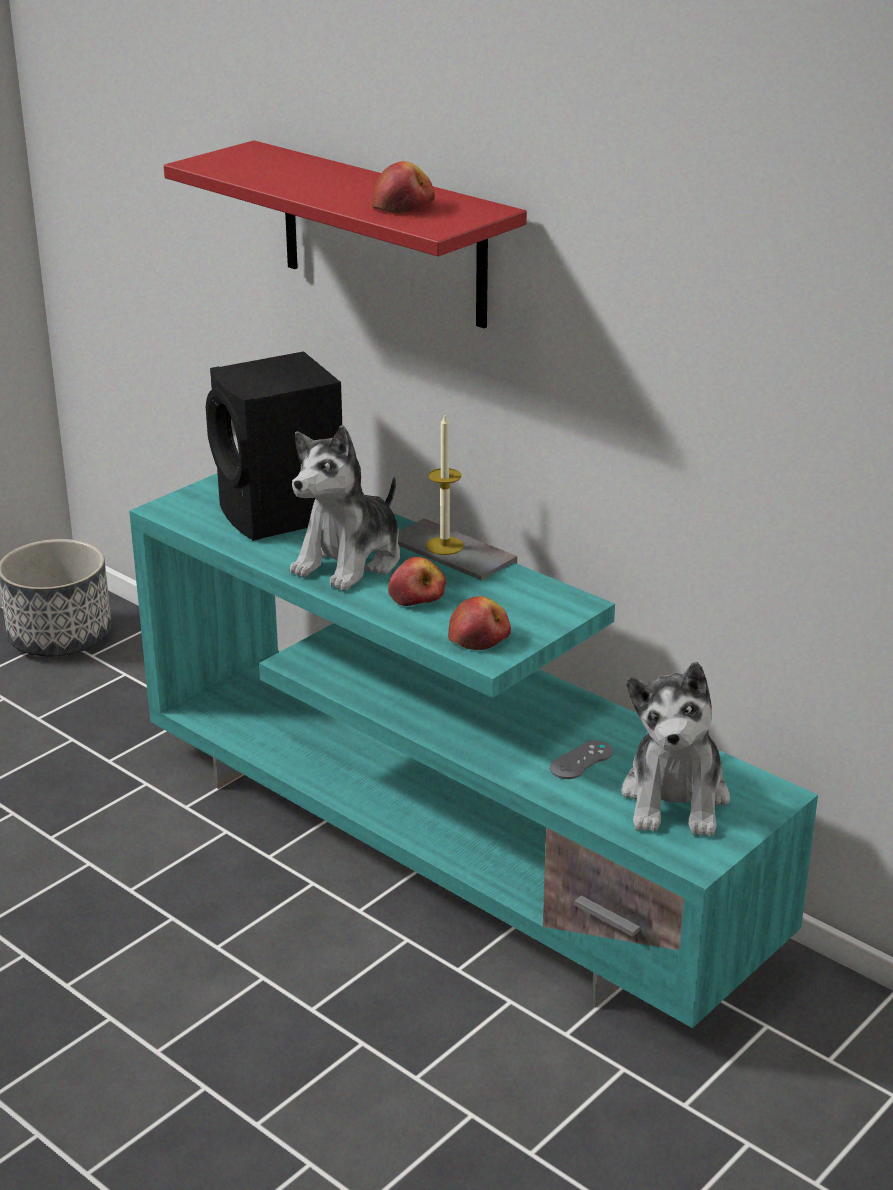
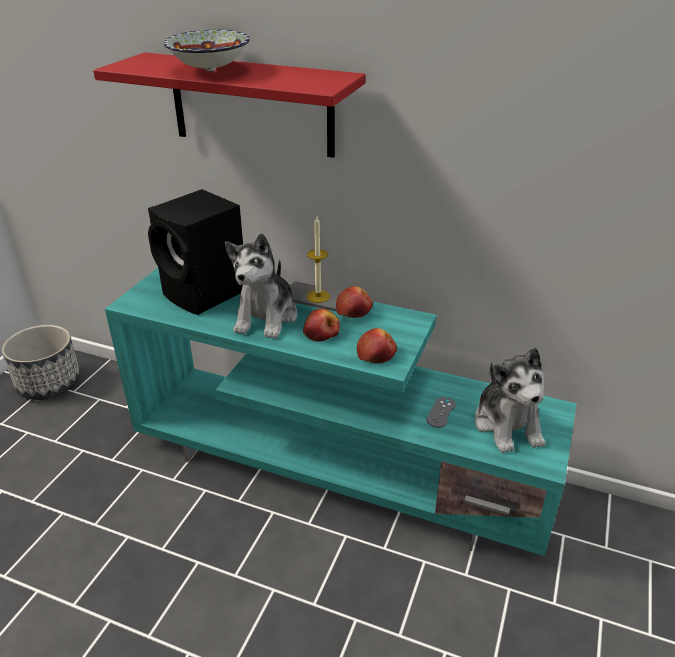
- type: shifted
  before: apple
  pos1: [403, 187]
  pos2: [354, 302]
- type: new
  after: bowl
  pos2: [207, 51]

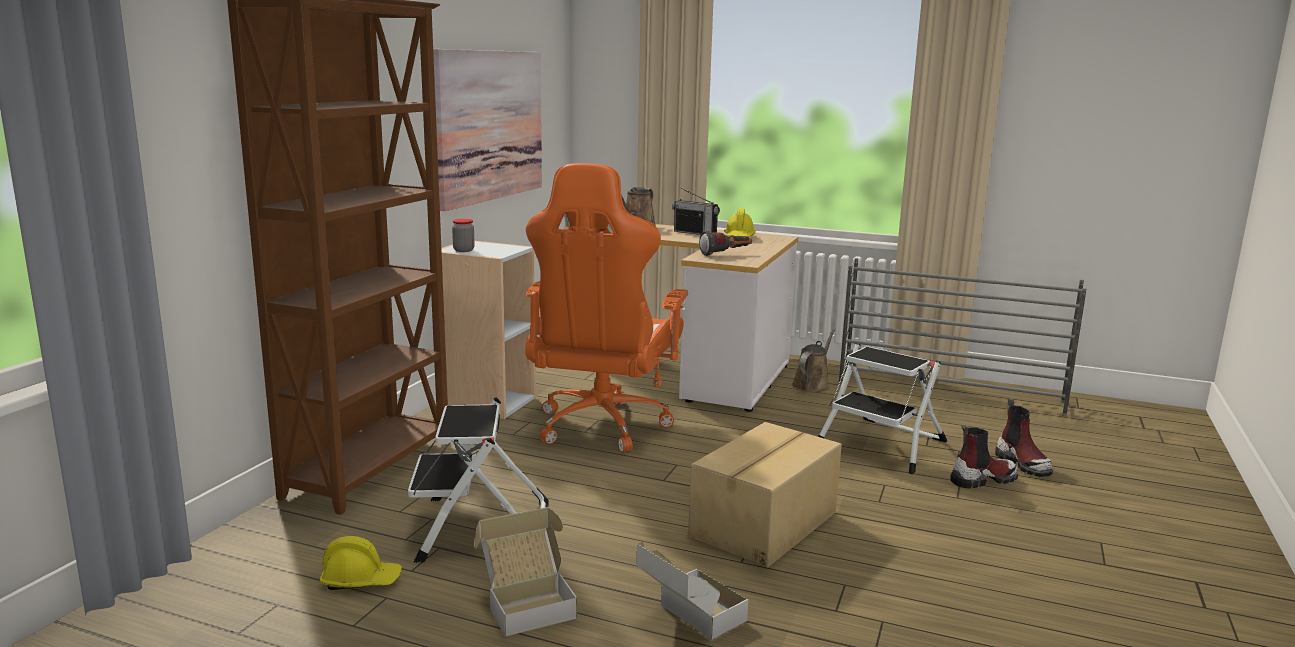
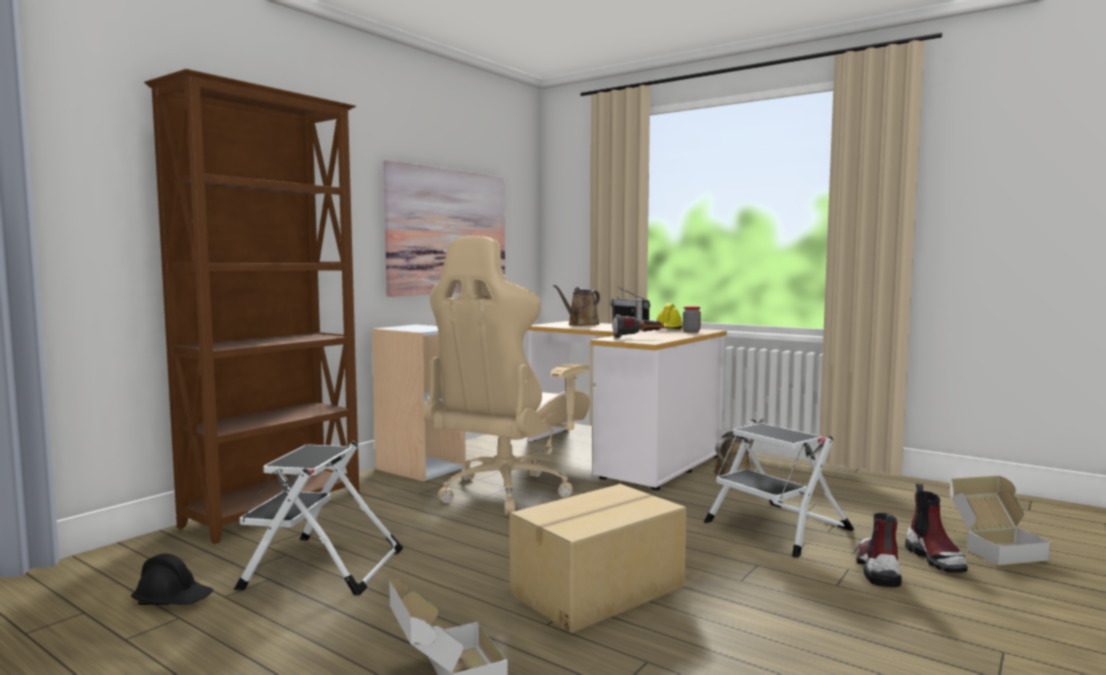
- type: repainted
  before: orange office chair
  after: beige office chair
  pos1: [606, 308]
  pos2: [507, 375]
- type: shifted
  before: jar
  pos1: [463, 235]
  pos2: [692, 319]
- type: gone
  before: grey shoe rack
  pos1: [962, 337]
- type: rotated
  before: boot
  pos1: [984, 456]
  pos2: [879, 550]
  turn: -75
- type: shifted
  before: cardboard box
  pos1: [525, 572]
  pos2: [1000, 520]
- type: repainted
  before: yellow hard hat
  after: black hard hat
  pos1: [360, 563]
  pos2: [172, 579]

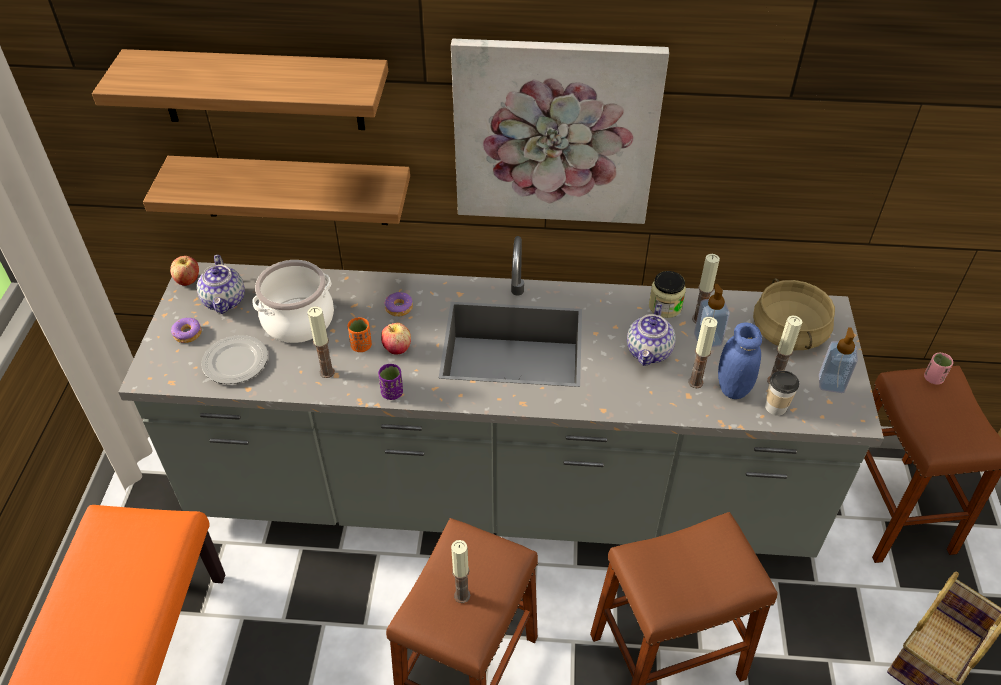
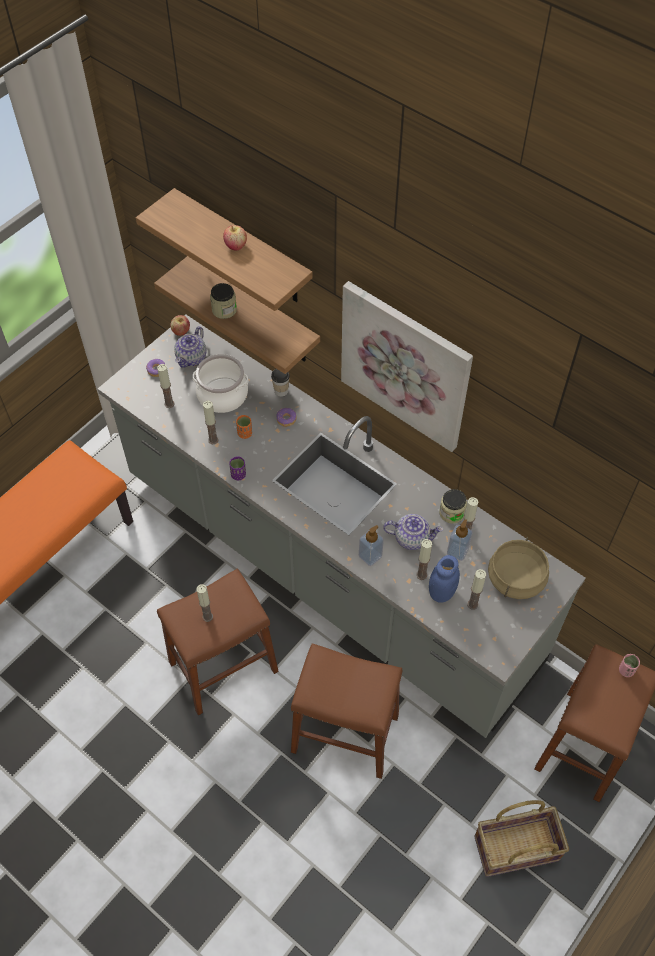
- type: rotated
  before: teapot
  pos1: [651, 334]
  pos2: [413, 532]
  turn: -135
- type: shifted
  before: apple
  pos1: [396, 338]
  pos2: [235, 238]
- type: shifted
  before: soap dispenser
  pos1: [838, 360]
  pos2: [371, 545]
- type: swapped
  before: plate
  after: candle
  pos1: [234, 359]
  pos2: [166, 386]
- type: shifted
  before: cup
  pos1: [782, 393]
  pos2: [280, 383]
- type: new
  after: jar
  pos2: [223, 301]

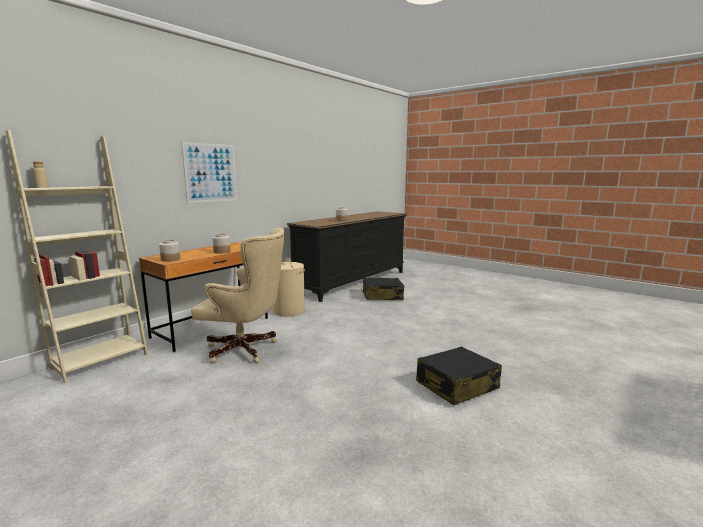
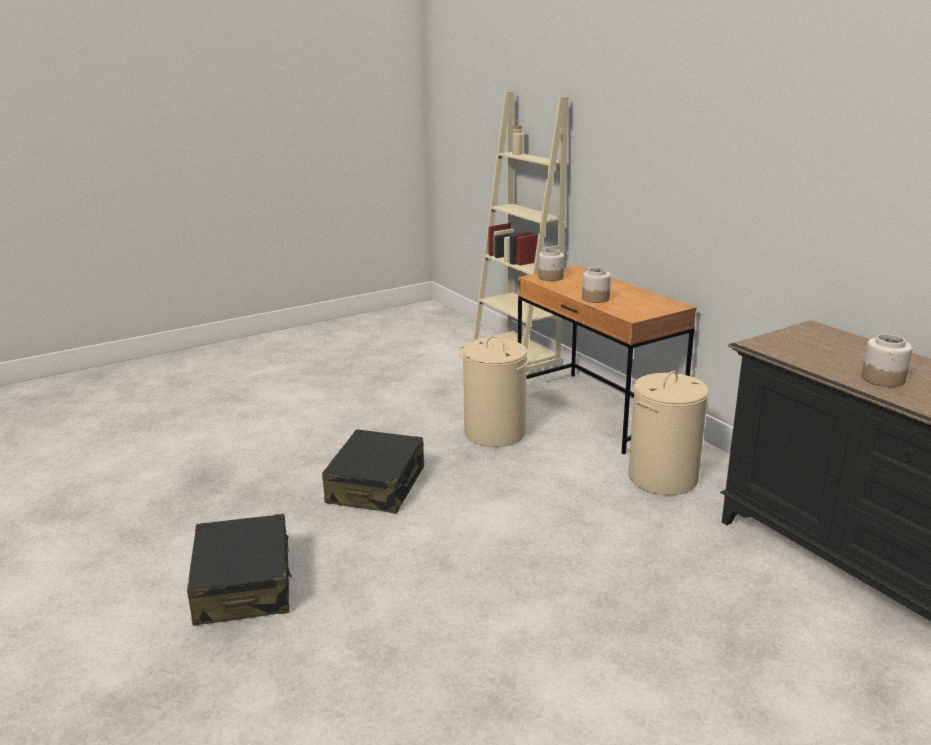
- type: gone
  before: picture
  pos1: [209, 172]
- type: swapped
  before: beige office chair
  after: beige laundry basket
  pos1: [237, 295]
  pos2: [495, 391]
- type: shifted
  before: black suitcase
  pos1: [382, 289]
  pos2: [373, 471]

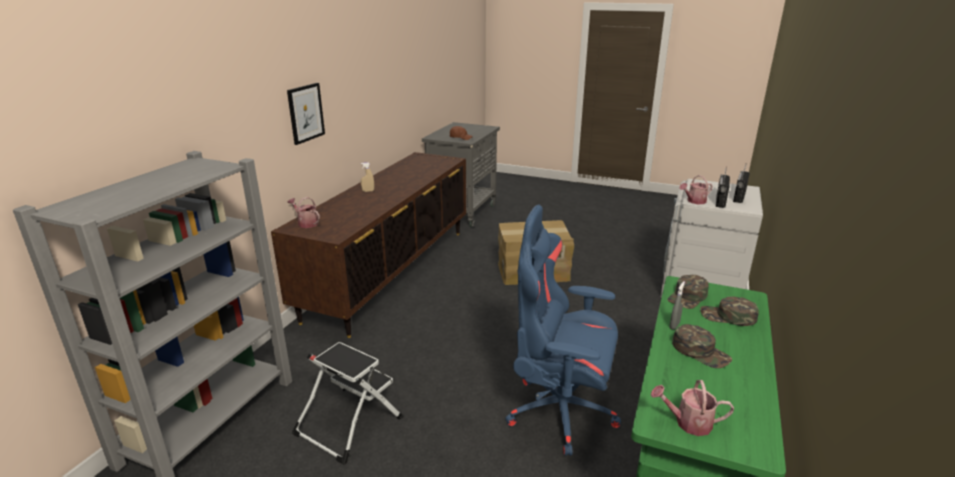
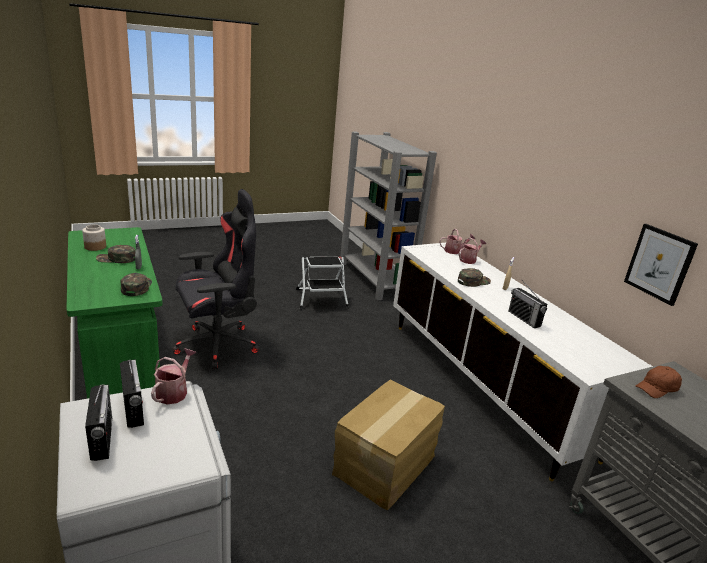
- type: shifted
  before: picture
  pos1: [306, 114]
  pos2: [661, 265]
- type: repainted
  before: brown cabinet
  after: white cabinet
  pos1: [368, 245]
  pos2: [523, 362]
- type: repainted
  before: blue office chair
  after: black office chair
  pos1: [563, 330]
  pos2: [216, 279]
- type: shifted
  before: green cap
  pos1: [729, 311]
  pos2: [474, 277]
- type: shifted
  before: watering can
  pos1: [692, 408]
  pos2: [472, 251]
- type: new
  after: jar
  pos2: [94, 237]
- type: new
  after: radio
  pos2: [527, 304]

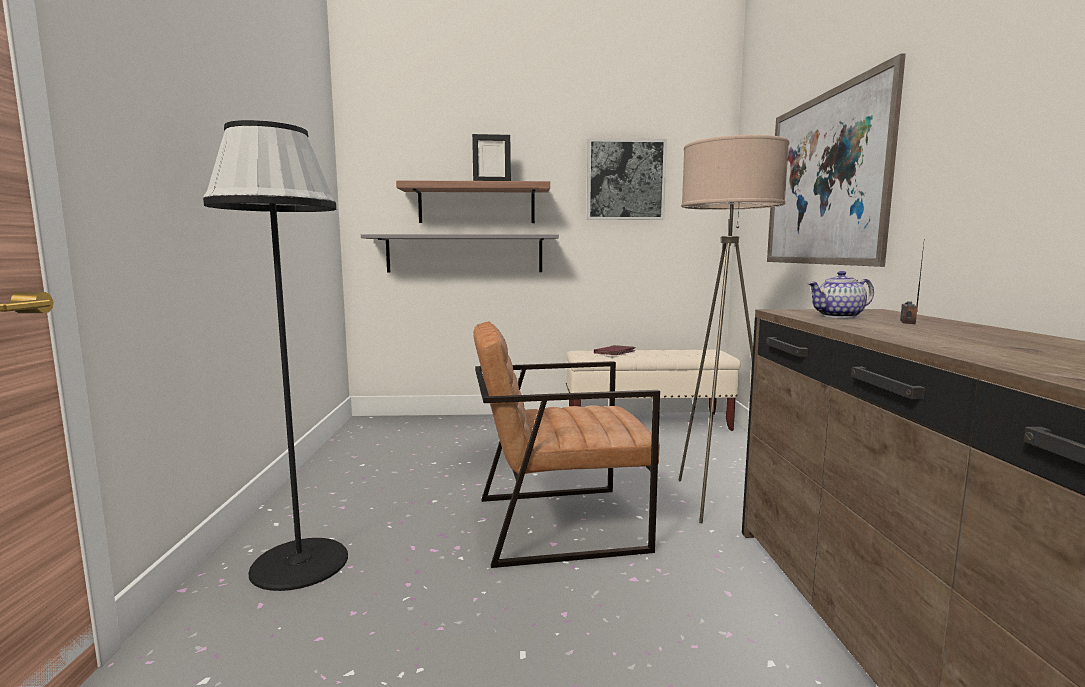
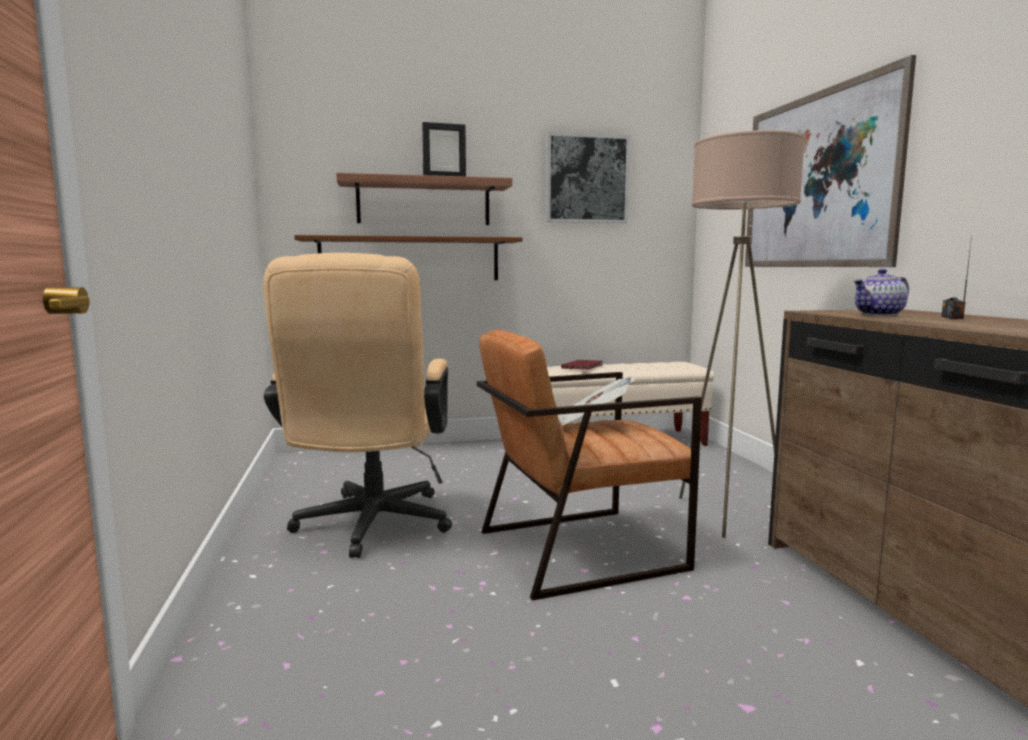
- type: gone
  before: black floor lamp
  pos1: [275, 355]
- type: repainted
  before: grey shelf
  after: brown shelf
  pos1: [460, 253]
  pos2: [408, 257]
- type: new
  after: beige office chair
  pos2: [357, 405]
- type: new
  after: newspaper
  pos2: [596, 401]

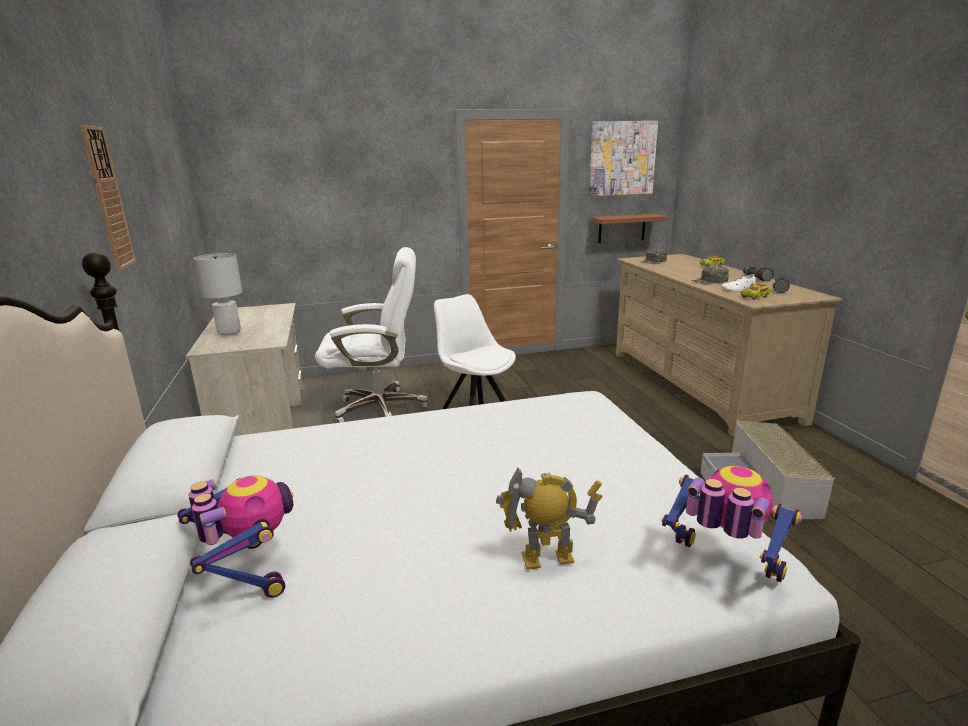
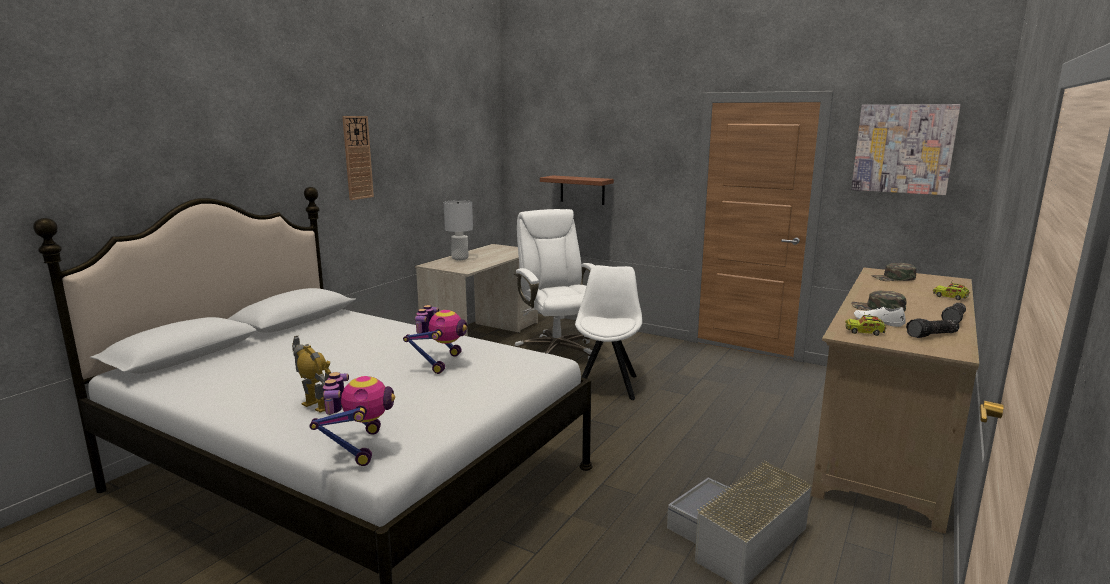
- type: shifted
  before: brown shelf
  pos1: [629, 228]
  pos2: [577, 190]
- type: rotated
  before: white office chair
  pos1: [371, 335]
  pos2: [554, 284]
  turn: -150
- type: shifted
  before: toy robot
  pos1: [235, 537]
  pos2: [435, 339]

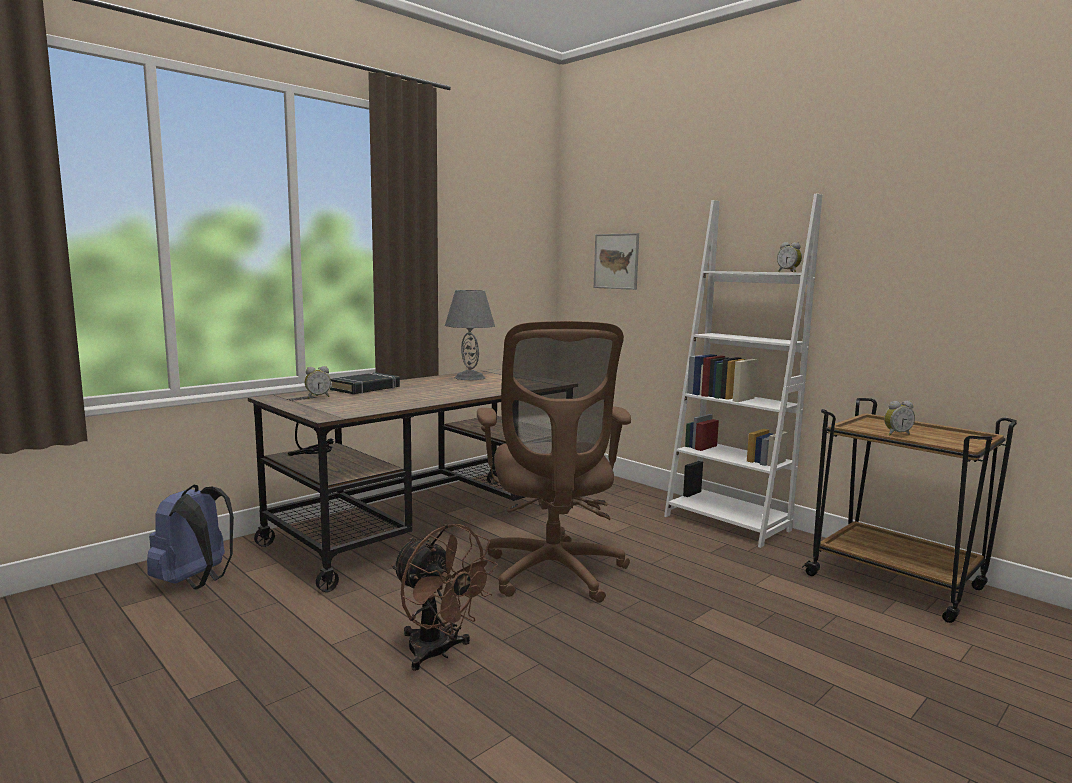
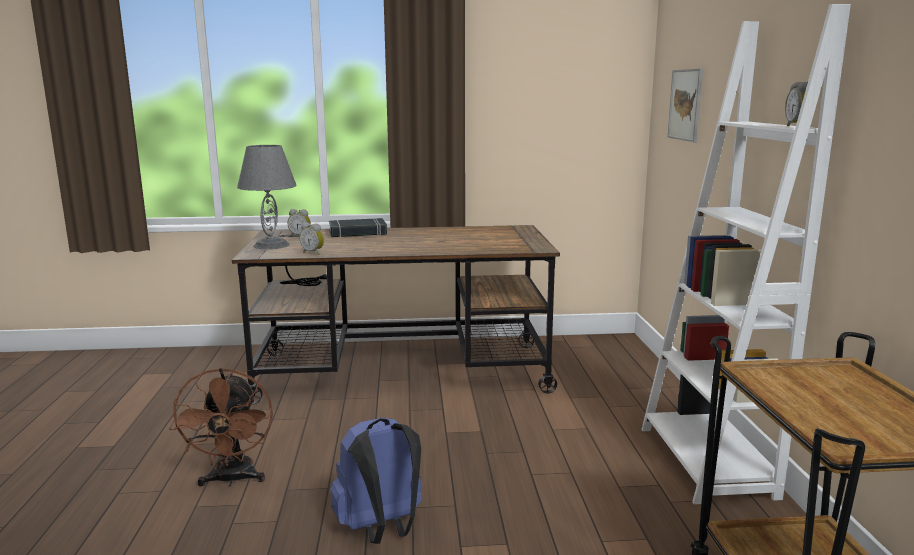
- type: shifted
  before: grey table lamp
  pos1: [470, 335]
  pos2: [266, 197]
- type: gone
  before: brown office chair
  pos1: [554, 462]
- type: shifted
  before: alarm clock
  pos1: [899, 418]
  pos2: [312, 238]
- type: shifted
  before: blue backpack
  pos1: [190, 537]
  pos2: [376, 480]

